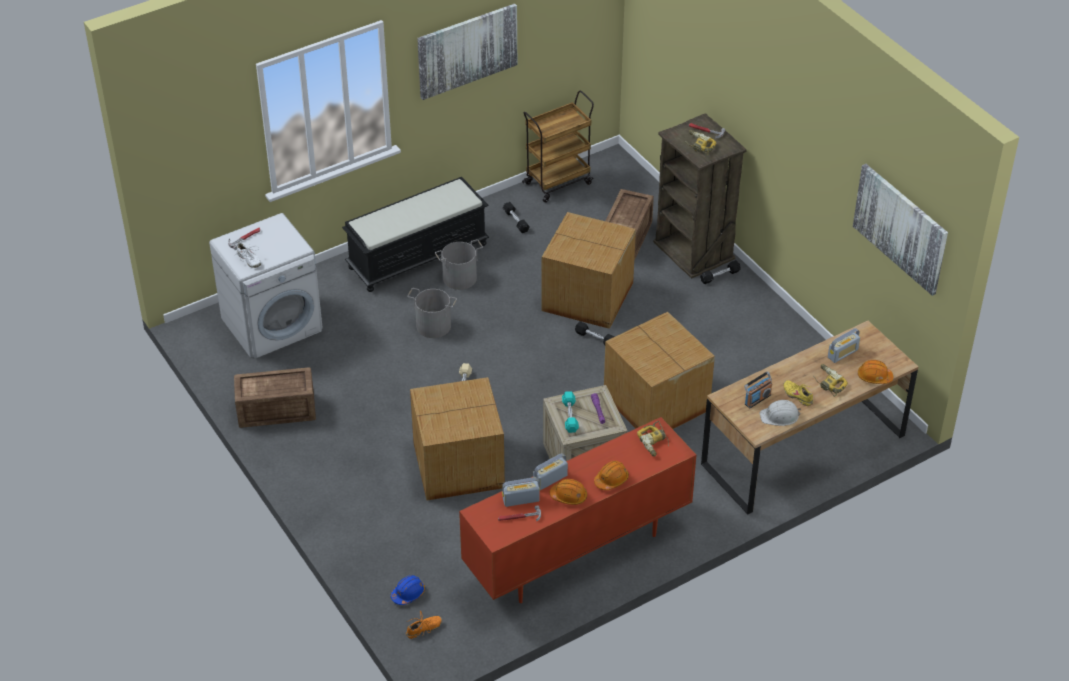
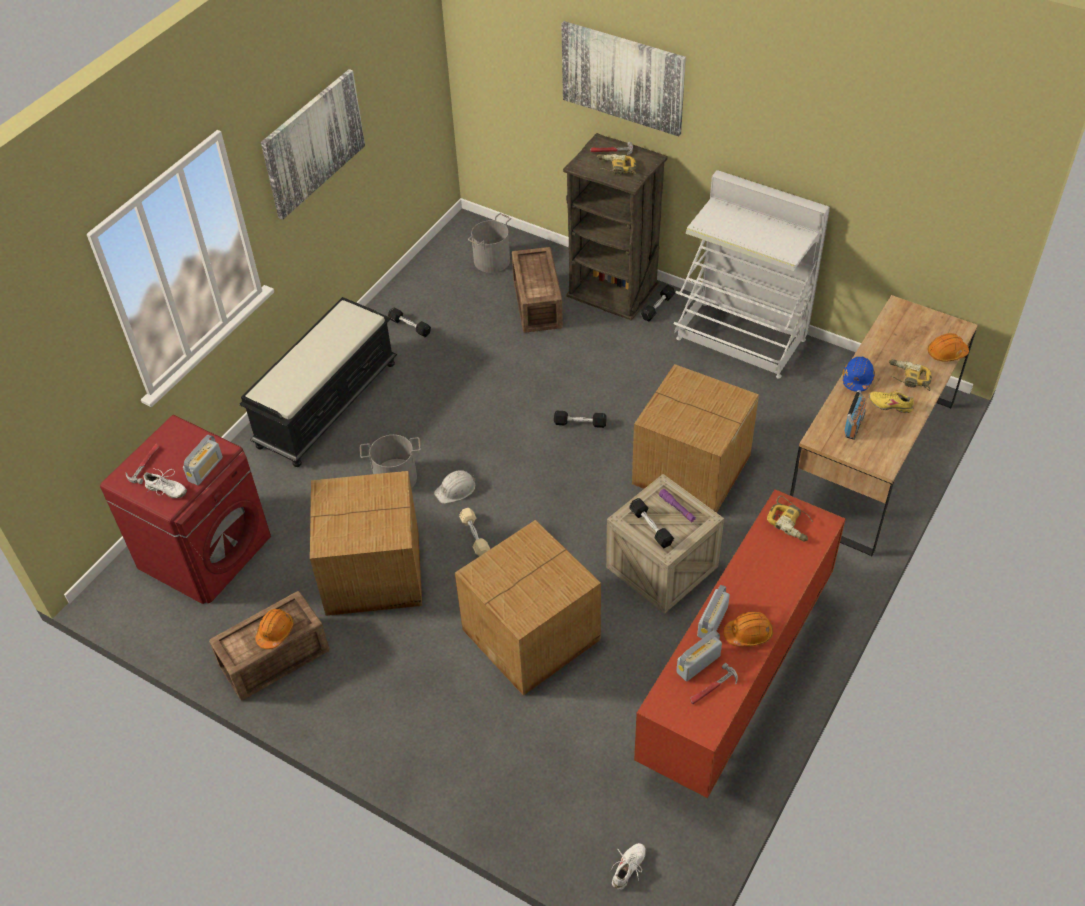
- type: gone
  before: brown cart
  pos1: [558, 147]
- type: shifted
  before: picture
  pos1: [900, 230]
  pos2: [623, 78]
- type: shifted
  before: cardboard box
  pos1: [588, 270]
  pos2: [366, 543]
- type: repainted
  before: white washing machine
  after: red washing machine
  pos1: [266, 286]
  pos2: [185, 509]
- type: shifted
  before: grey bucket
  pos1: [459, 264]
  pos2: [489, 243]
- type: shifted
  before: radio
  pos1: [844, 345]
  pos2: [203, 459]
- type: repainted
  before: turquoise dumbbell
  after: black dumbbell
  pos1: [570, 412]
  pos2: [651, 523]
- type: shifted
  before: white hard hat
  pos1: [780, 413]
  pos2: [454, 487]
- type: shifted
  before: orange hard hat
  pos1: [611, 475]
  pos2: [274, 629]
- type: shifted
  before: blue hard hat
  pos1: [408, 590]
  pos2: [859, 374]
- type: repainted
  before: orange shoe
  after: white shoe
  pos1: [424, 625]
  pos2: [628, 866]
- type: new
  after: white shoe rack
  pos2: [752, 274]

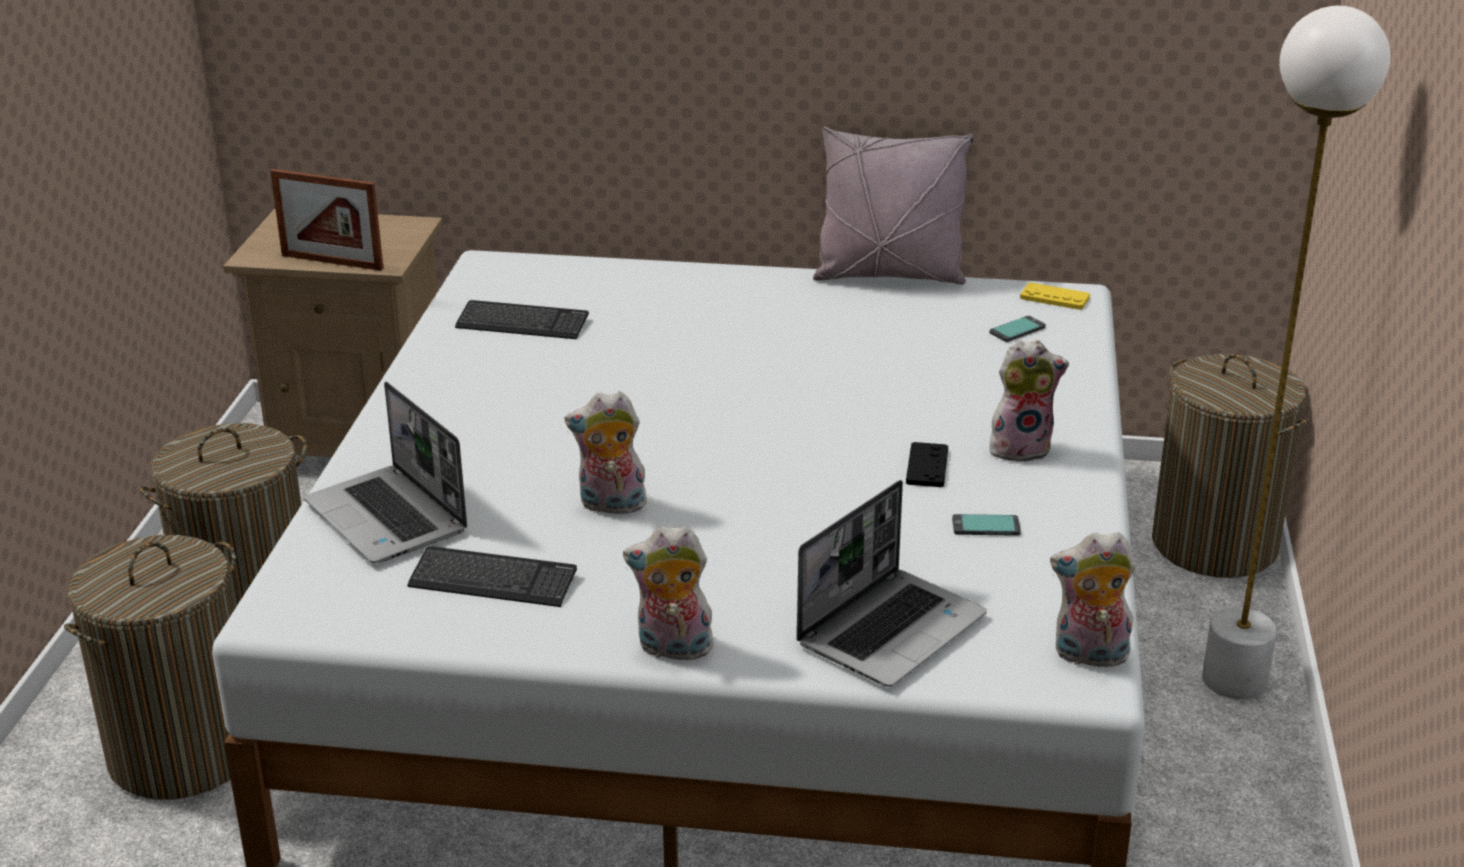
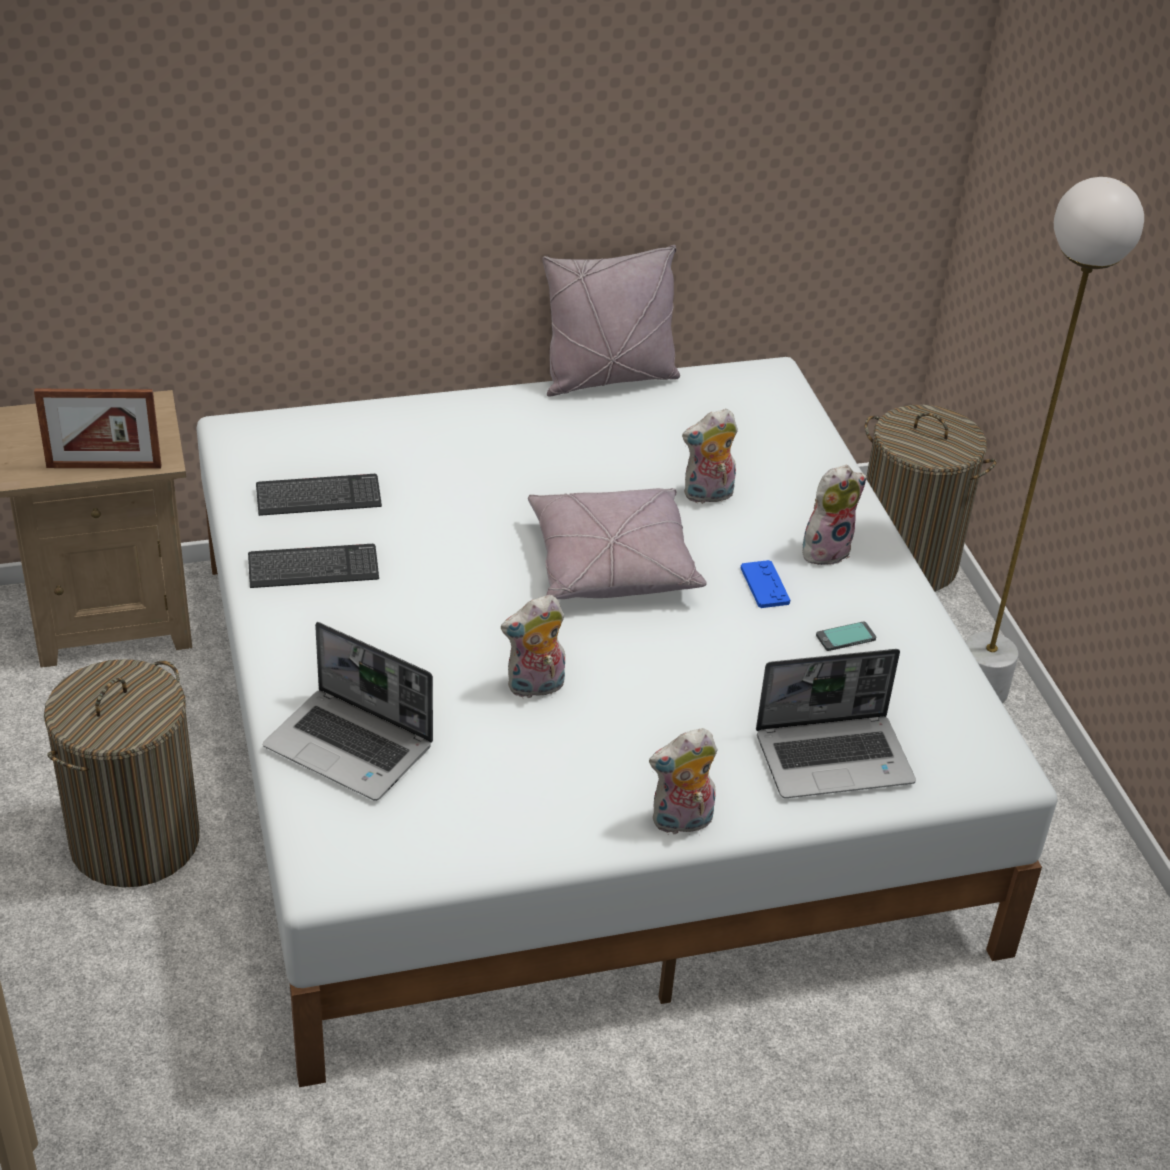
- type: gone
  before: yellow game controller
  pos1: [1055, 296]
- type: gone
  before: phone
  pos1: [1018, 329]
- type: repainted
  before: black game controller
  after: blue game controller
  pos1: [927, 464]
  pos2: [765, 584]
- type: rotated
  before: laptop
  pos1: [892, 583]
  pos2: [836, 723]
  turn: 60
- type: shifted
  before: plush toy
  pos1: [1093, 599]
  pos2: [710, 456]
- type: gone
  before: laundry basket
  pos1: [150, 667]
- type: shifted
  before: keyboard
  pos1: [492, 576]
  pos2: [313, 566]
- type: new
  after: purple pillow
  pos2: [617, 543]

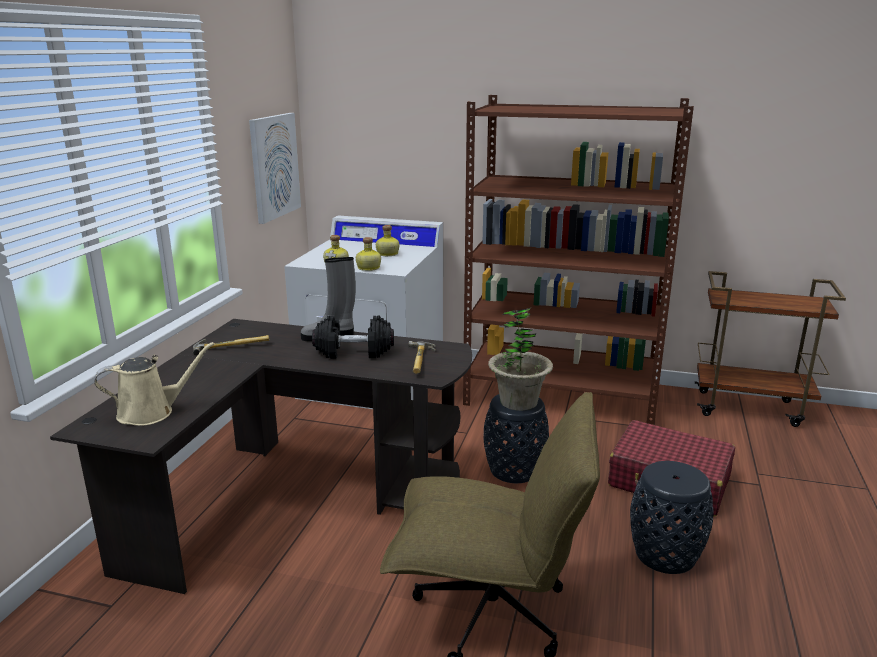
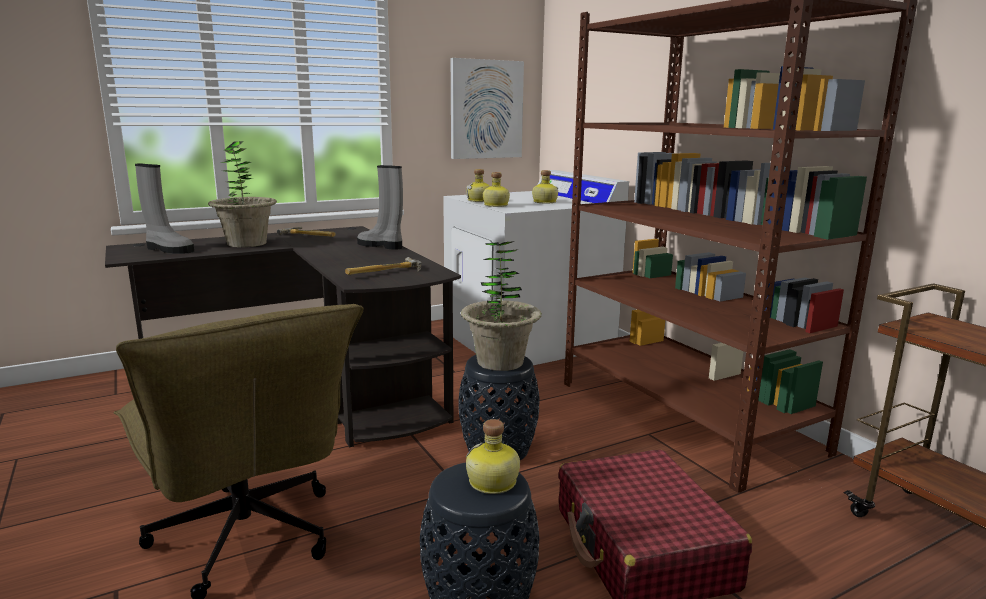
- type: gone
  before: black dumbbell
  pos1: [353, 337]
- type: swapped
  before: beige watering can
  after: grey boot
  pos1: [154, 384]
  pos2: [164, 209]
- type: new
  after: potted plant
  pos2: [242, 194]
- type: new
  after: bottle
  pos2: [493, 456]

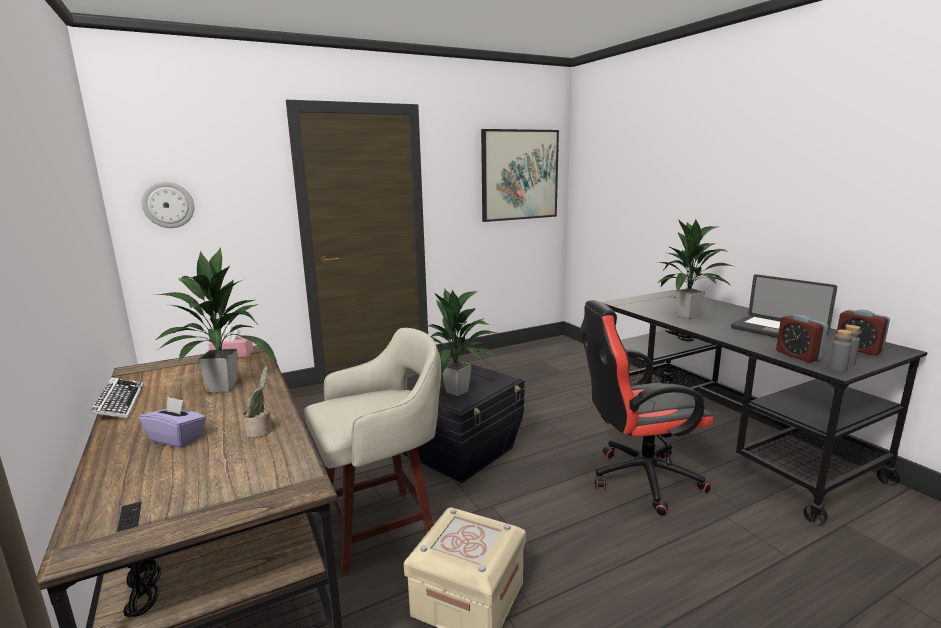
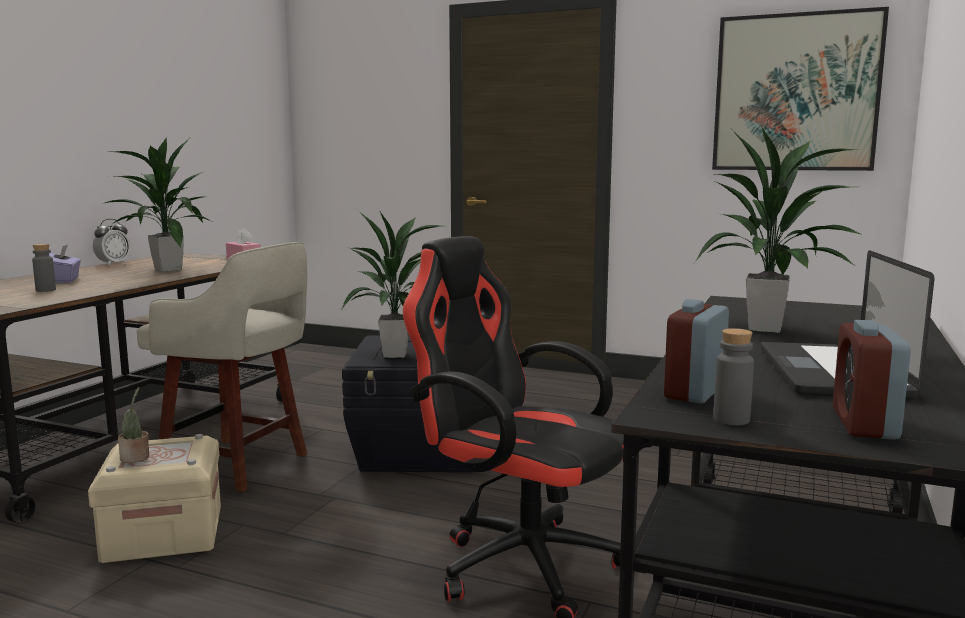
- type: gone
  before: wall clock
  pos1: [168, 205]
- type: shifted
  before: grey bottle
  pos1: [841, 351]
  pos2: [44, 268]
- type: shifted
  before: potted plant
  pos1: [257, 402]
  pos2: [133, 425]
- type: swapped
  before: keyboard
  after: alarm clock
  pos1: [116, 397]
  pos2: [112, 242]

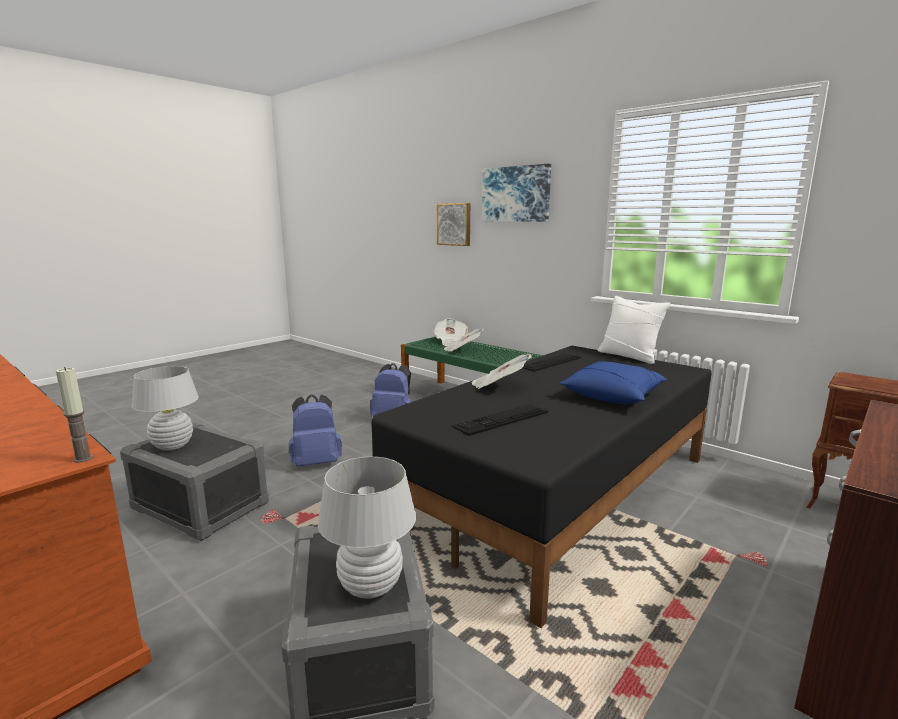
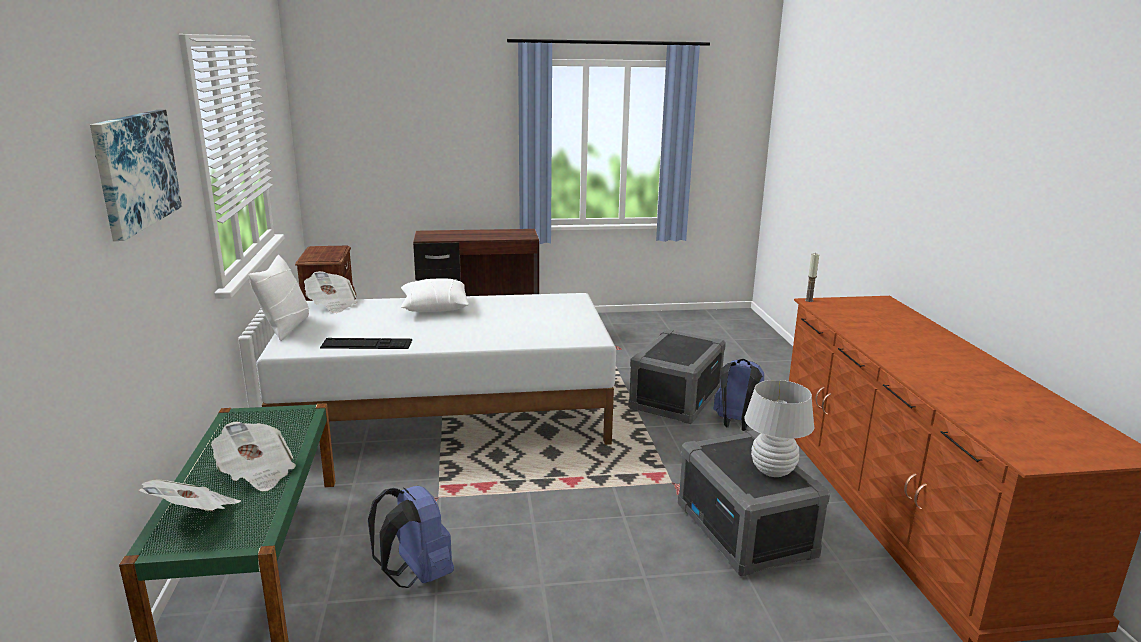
- type: gone
  before: picture
  pos1: [453, 224]
- type: repainted
  before: black bed
  after: white bed
  pos1: [541, 487]
  pos2: [436, 369]
- type: shifted
  before: newspaper
  pos1: [501, 371]
  pos2: [330, 292]
- type: repainted
  before: blue pillow
  after: white pillow
  pos1: [613, 382]
  pos2: [435, 295]
- type: shifted
  before: blue backpack
  pos1: [315, 430]
  pos2: [739, 395]
- type: gone
  before: keyboard
  pos1: [499, 420]
- type: gone
  before: white table lamp
  pos1: [367, 528]

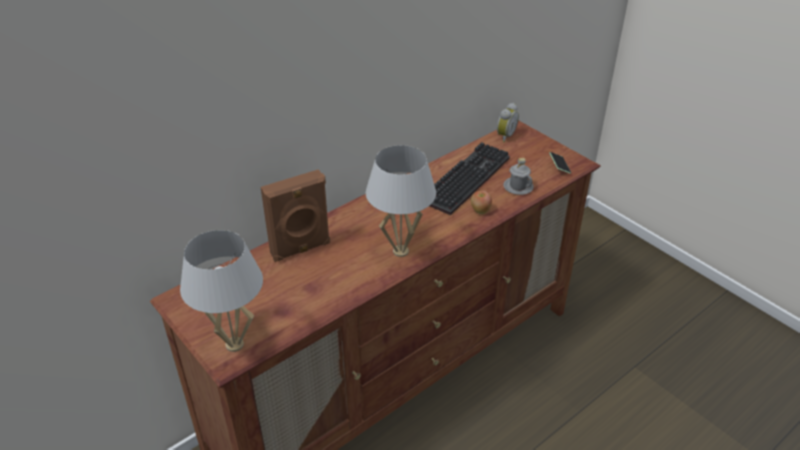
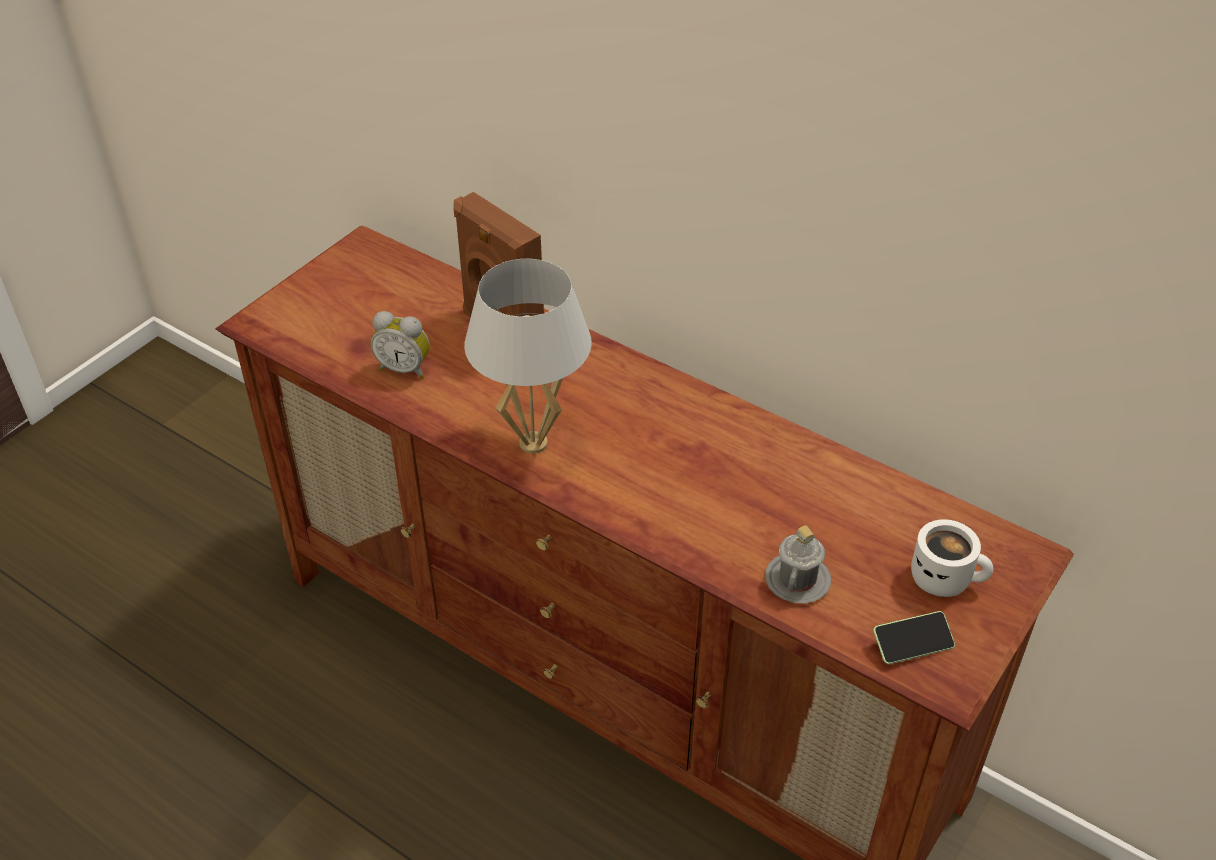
- type: shifted
  before: alarm clock
  pos1: [508, 122]
  pos2: [400, 345]
- type: gone
  before: keyboard
  pos1: [470, 178]
- type: gone
  before: apple
  pos1: [481, 202]
- type: gone
  before: white table lamp
  pos1: [221, 291]
- type: new
  after: white mug
  pos2: [952, 558]

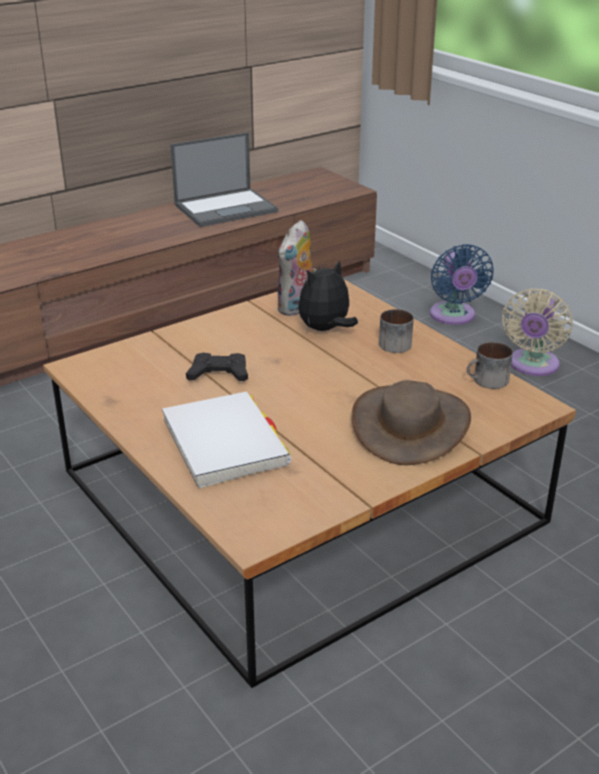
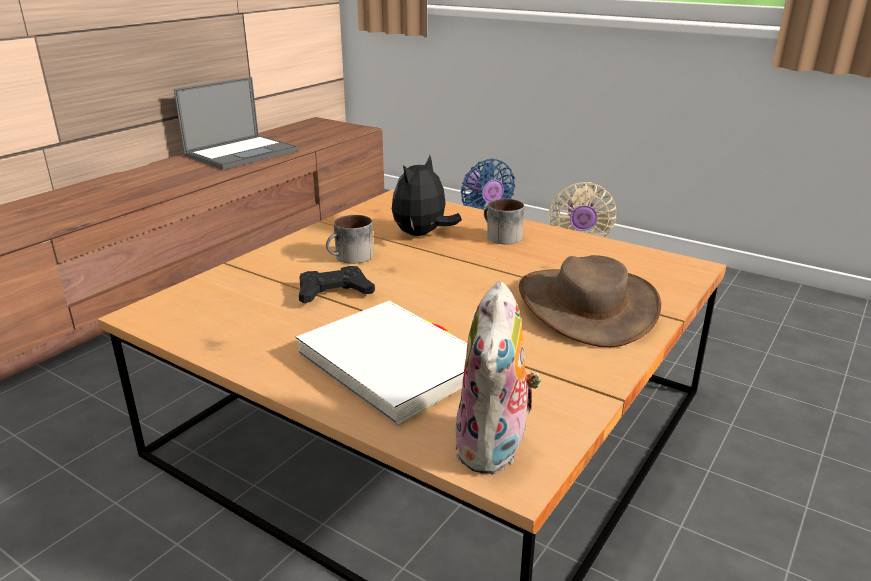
- type: shifted
  before: plush toy
  pos1: [297, 268]
  pos2: [498, 377]
- type: shifted
  before: mug
  pos1: [490, 365]
  pos2: [350, 239]

